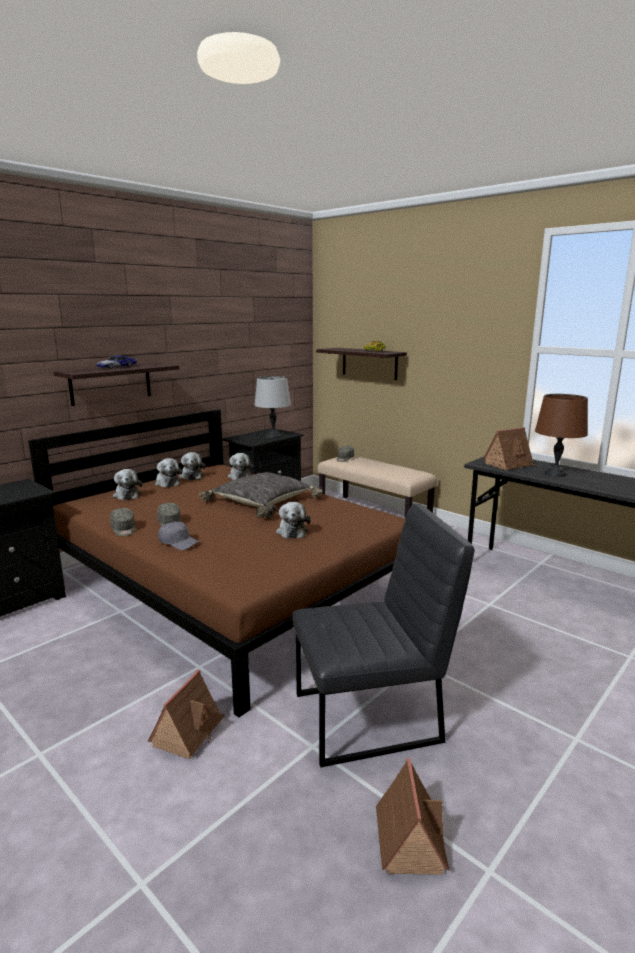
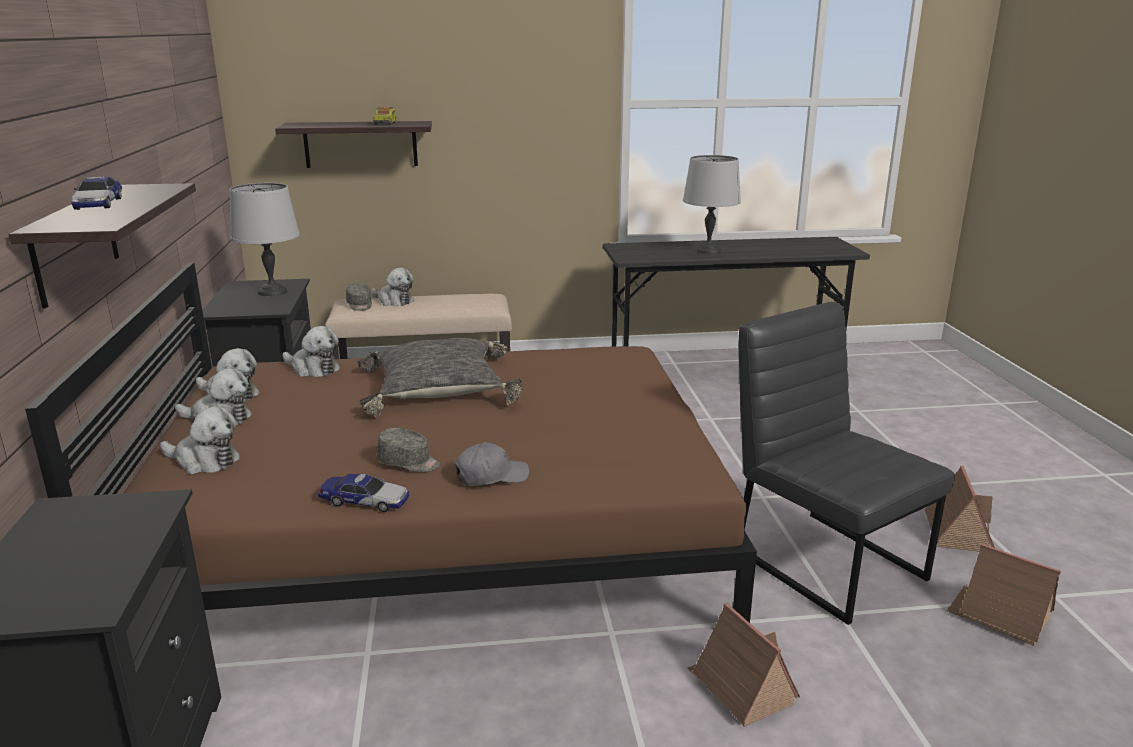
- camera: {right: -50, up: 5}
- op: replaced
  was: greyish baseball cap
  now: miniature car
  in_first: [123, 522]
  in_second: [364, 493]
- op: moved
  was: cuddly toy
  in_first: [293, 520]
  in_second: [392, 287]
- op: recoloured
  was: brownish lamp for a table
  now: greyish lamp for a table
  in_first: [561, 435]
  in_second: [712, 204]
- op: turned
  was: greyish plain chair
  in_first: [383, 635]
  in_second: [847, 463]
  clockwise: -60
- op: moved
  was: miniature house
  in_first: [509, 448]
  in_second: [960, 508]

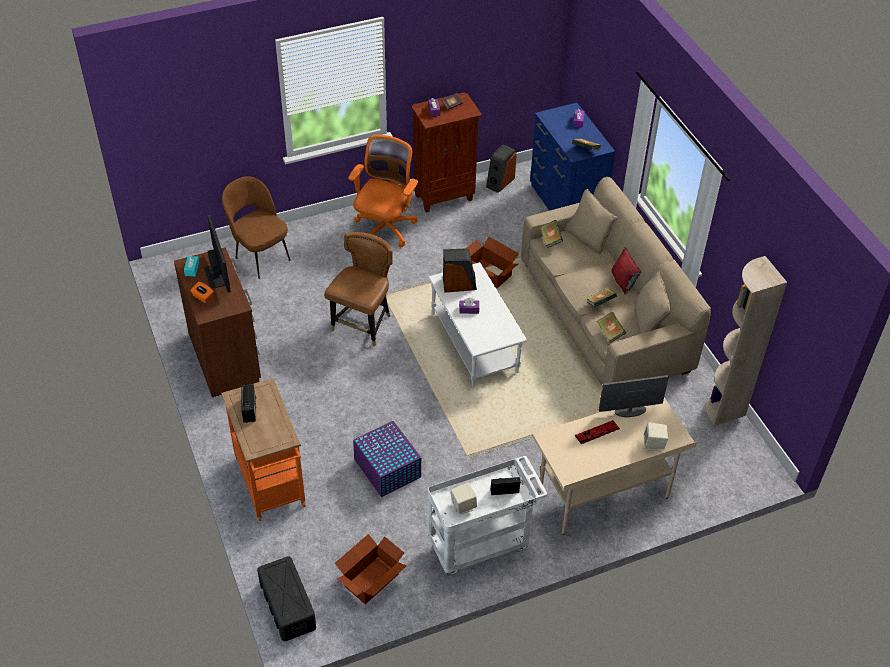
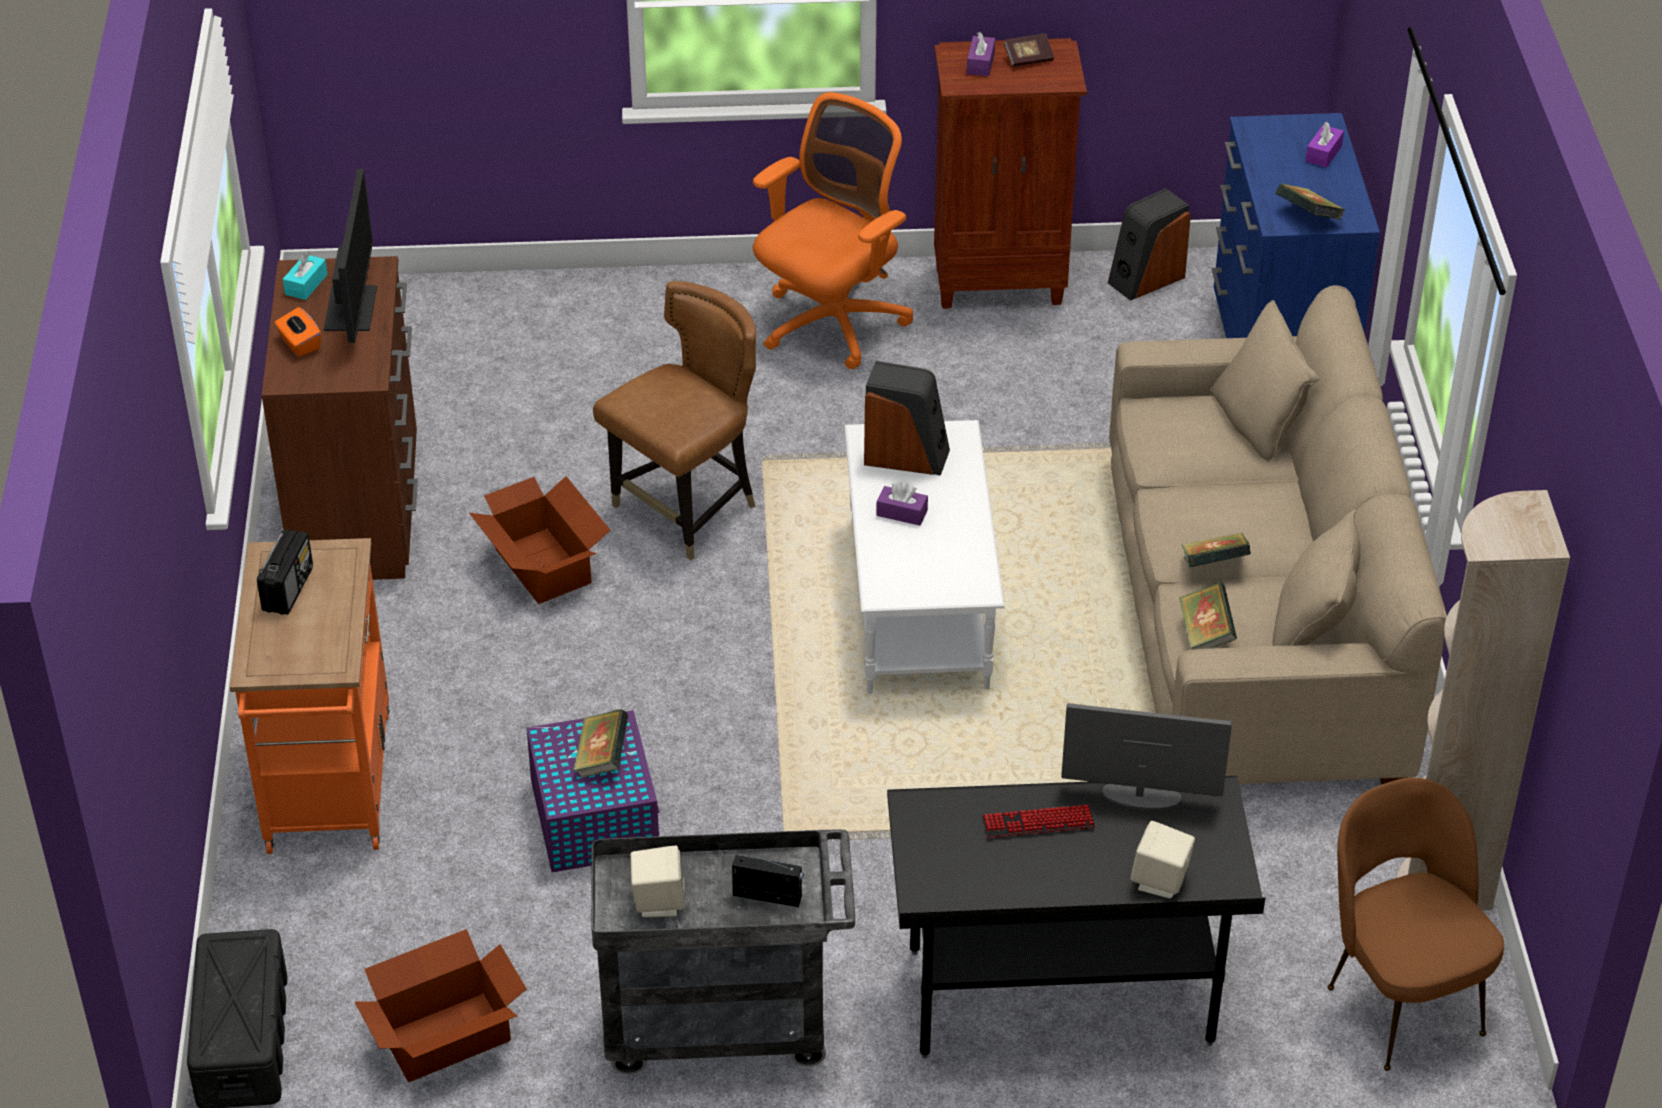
- camera: {right: 20, up: -5}
- op: moved
  was: cardboard box
  in_first: [492, 262]
  in_second: [539, 540]
- op: moved
  was: bound book
  in_first: [551, 234]
  in_second: [600, 743]
- op: recoloured
  was: white-coloured cart
  now: black cart
  in_first: [487, 516]
  in_second: [723, 951]
- op: recoloured
  was: beige desk unit
  now: black desk unit
  in_first: [614, 466]
  in_second: [1076, 917]
- op: moved
  was: brownish plain chair
  in_first: [256, 227]
  in_second: [1416, 924]
- op: removed
  was: reddish throw pillow
  in_first: [626, 271]

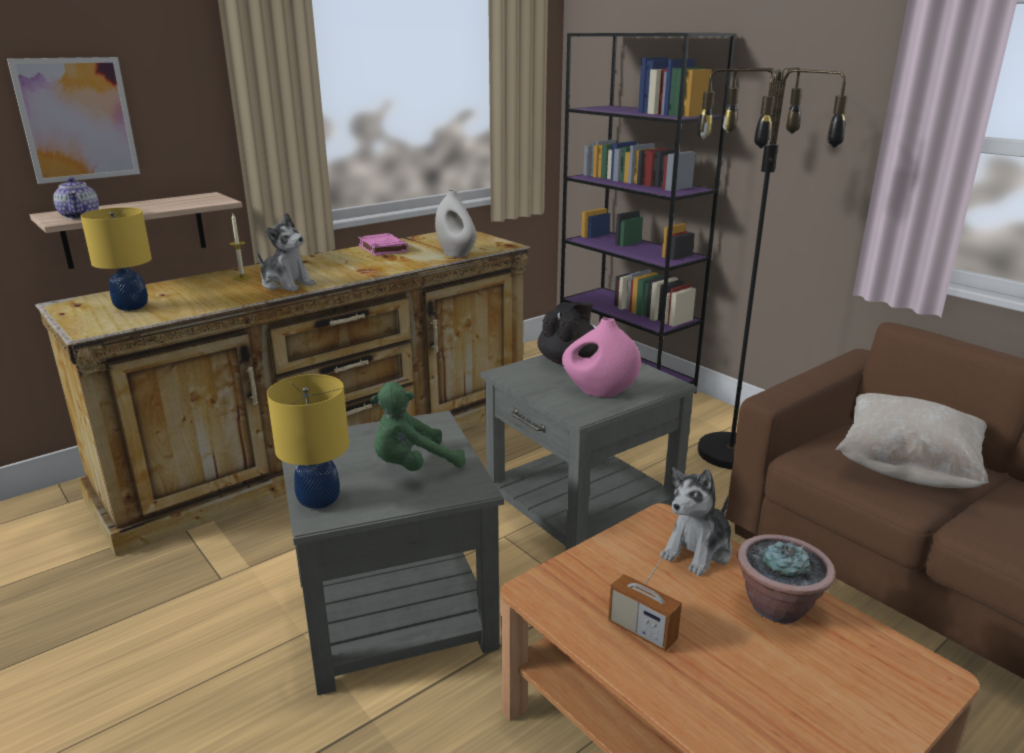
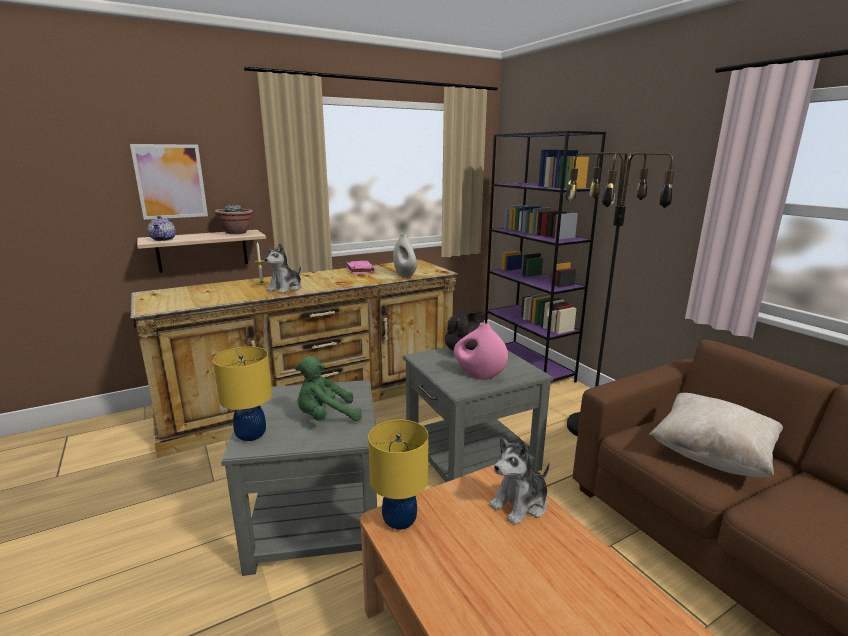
- camera: {right: 10, up: -5}
- op: moved
  was: plant in a pot
  in_first: [786, 579]
  in_second: [234, 219]
- op: turned
  was: cuddly toy
  in_first: [286, 252]
  in_second: [283, 268]
  clockwise: 75
- op: moved
  was: yellow-coloured lamp for a table
  in_first: [116, 259]
  in_second: [398, 475]
- op: removed
  was: radio set
  in_first: [645, 600]

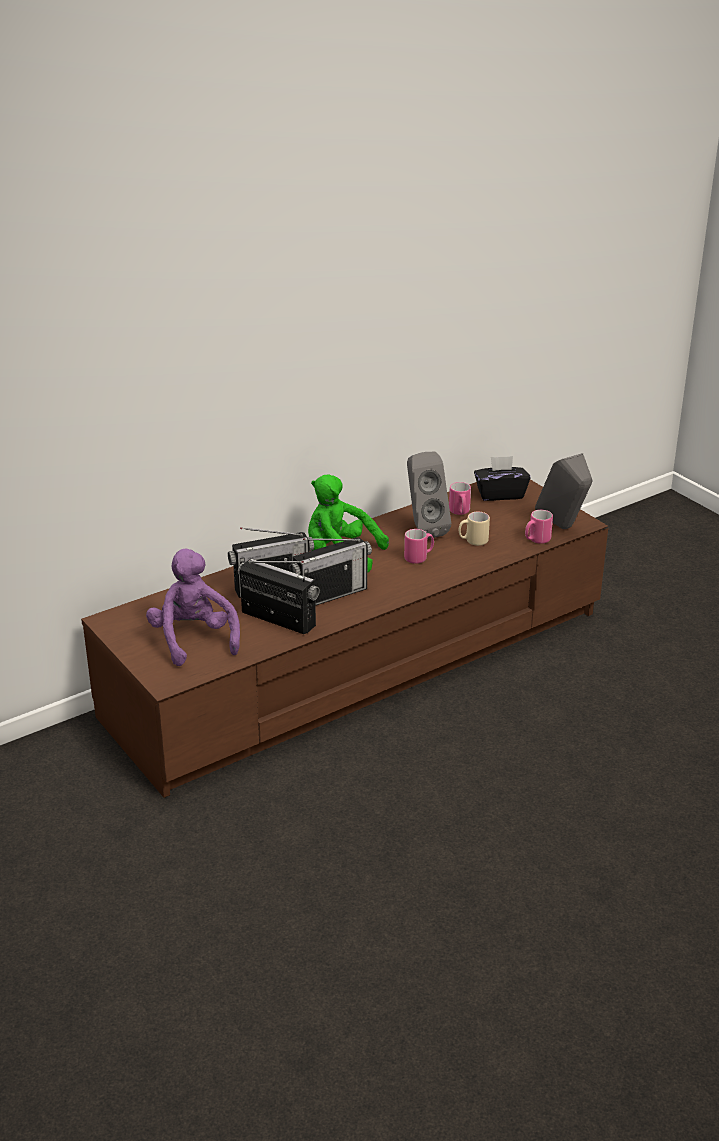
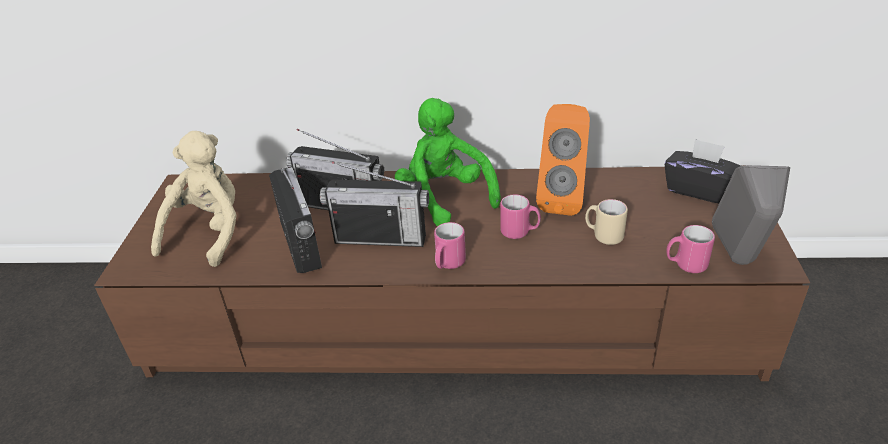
- camera: {right: 40, up: 5}
- op: recoloured
  was: purple-coloured cuddly toy
  now: beige cuddly toy
  in_first: [193, 607]
  in_second: [194, 199]
- op: moved
  was: pinkish coffee mug
  in_first: [460, 498]
  in_second: [450, 245]
- op: recoloured
  was: greyish audio speaker
  now: orangey audio speaker
  in_first: [429, 495]
  in_second: [563, 160]

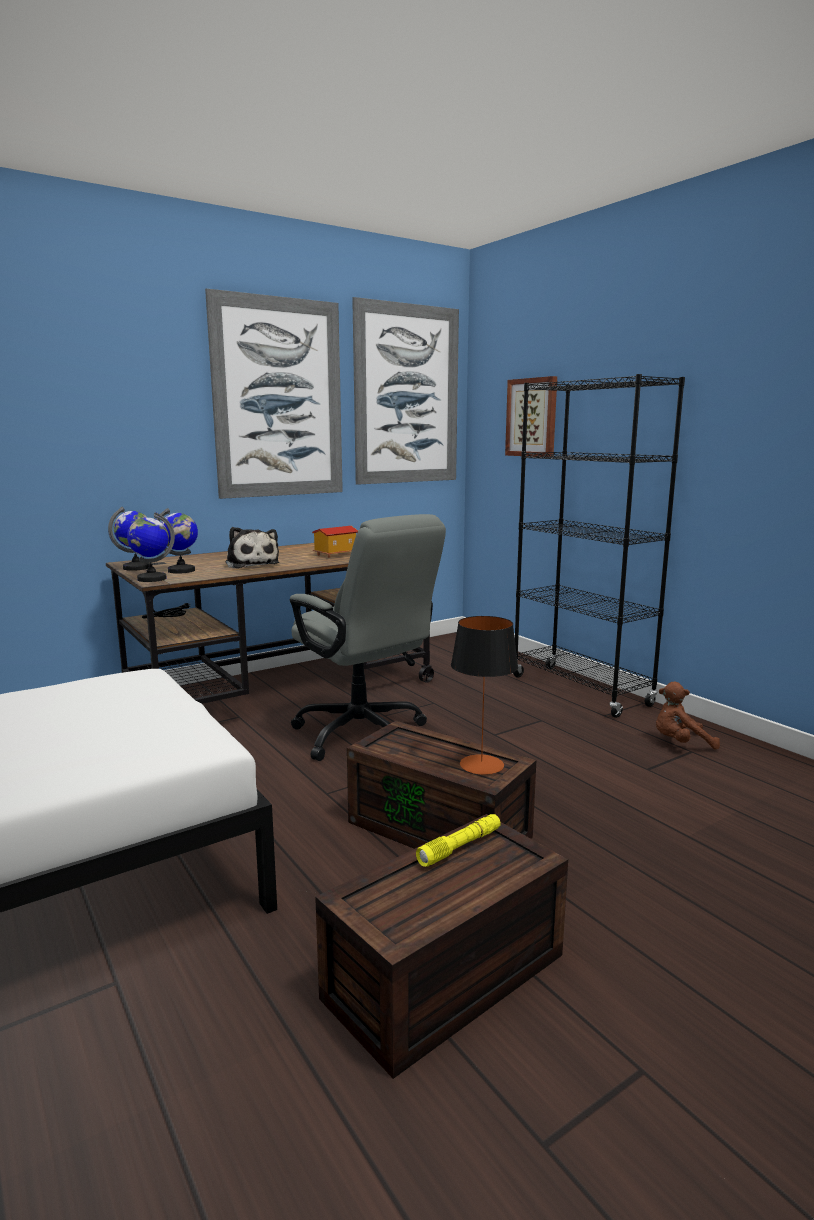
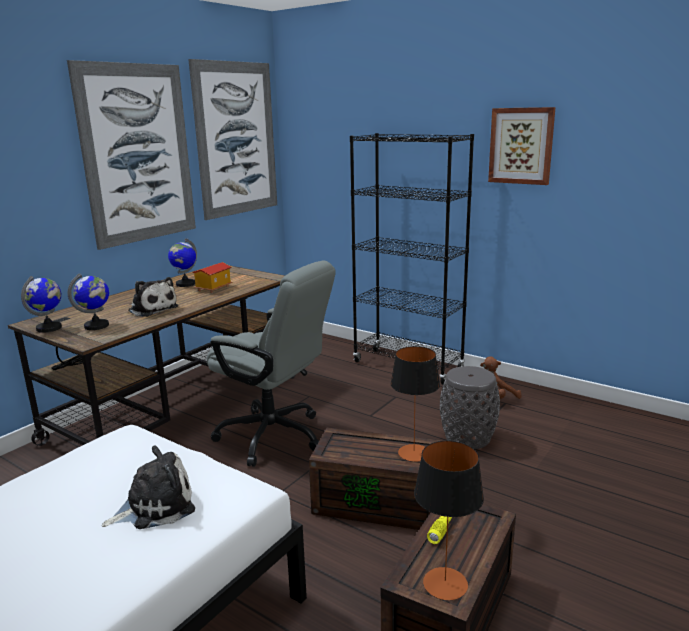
- camera: {right: -20, up: 5}
- op: added
  now: cuddly toy
  in_second: [148, 487]
- op: moved
  was: desk globe
  in_first: [151, 547]
  in_second: [182, 262]
- op: added
  now: lamp for a table
  in_second: [449, 520]
- op: added
  now: greyish stool
  in_second: [470, 407]
- op: moved
  was: wall picture
  in_first: [531, 416]
  in_second: [521, 146]

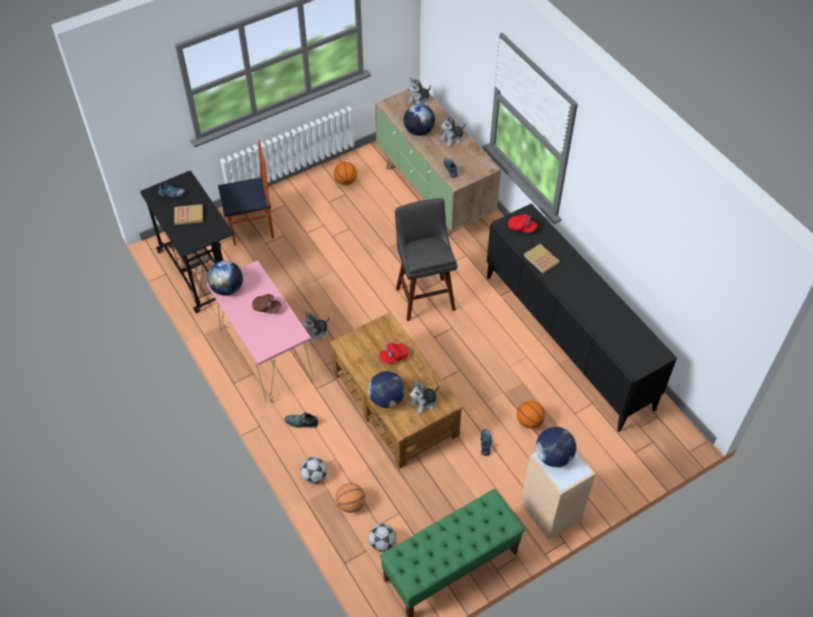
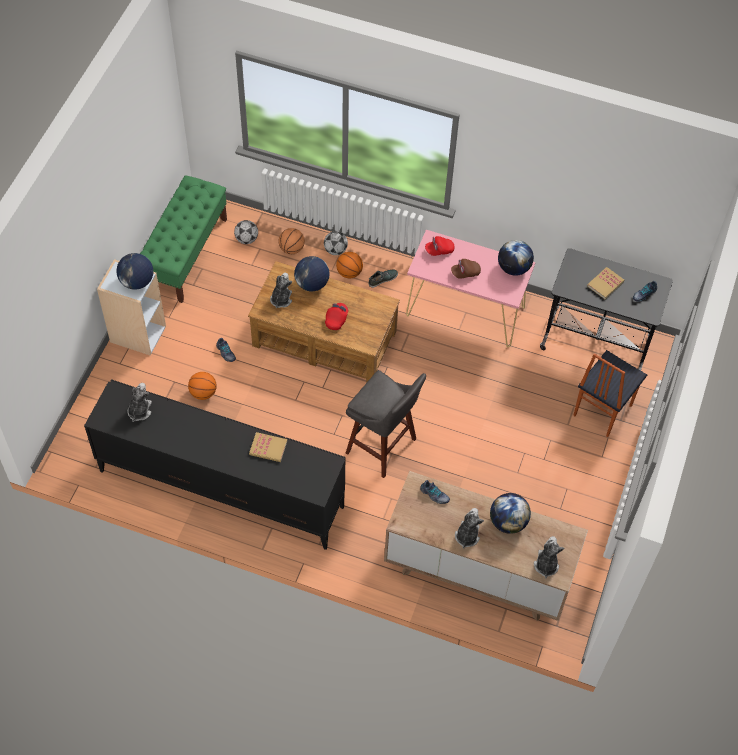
- camera: {right: 140, up: 5}
- op: moved
  was: cuddly toy
  in_first: [316, 327]
  in_second: [140, 402]
- op: moved
  was: ball for basketball
  in_first: [345, 173]
  in_second: [349, 265]
- op: moved
  was: reddish baseball cap
  in_first: [522, 223]
  in_second: [439, 246]

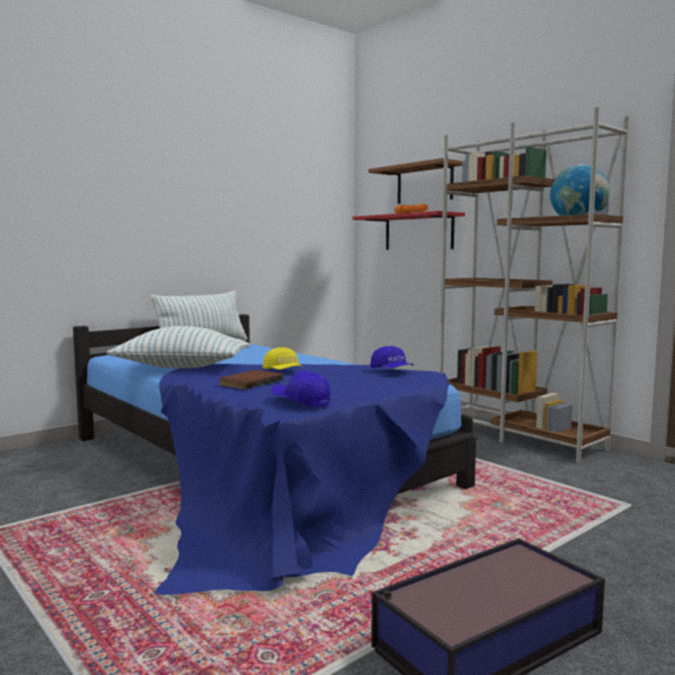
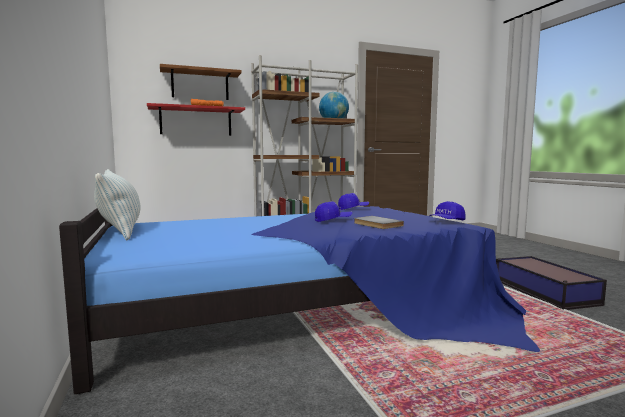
- camera: {right: -70, up: 0}
- op: recoloured
  was: yellow-coloured baseball cap
  now: bluish baseball cap
  in_first: [283, 358]
  in_second: [333, 211]
- op: recoloured
  was: brownish bound book
  now: greyish bound book
  in_first: [251, 379]
  in_second: [379, 222]
- op: removed
  was: throw pillow
  in_first: [178, 347]

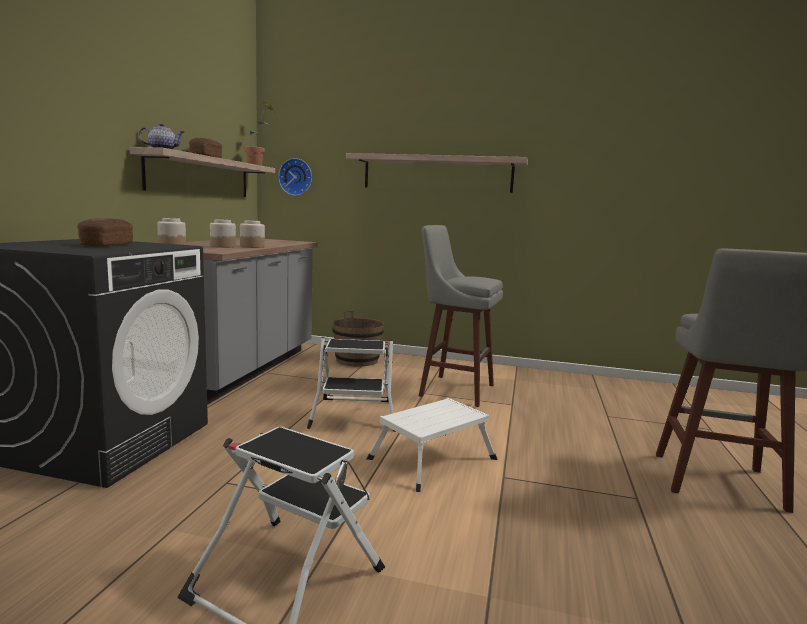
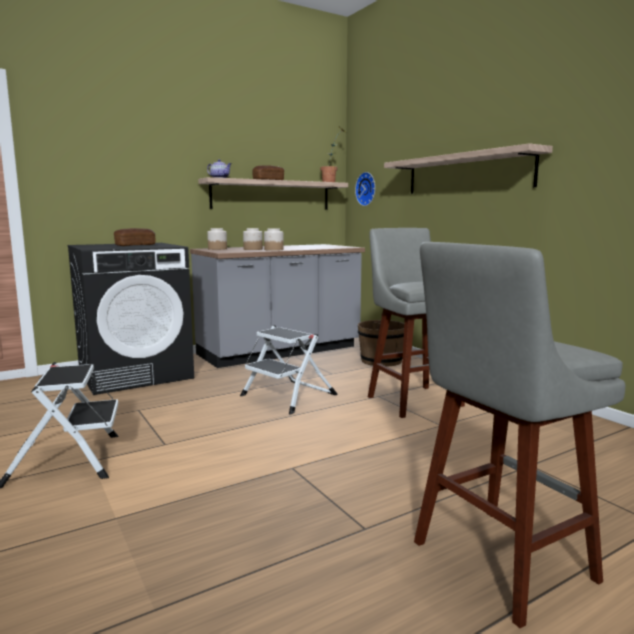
- camera: {right: 45, up: 0}
- op: removed
  was: white-coloured step ladder
  in_first: [431, 445]

